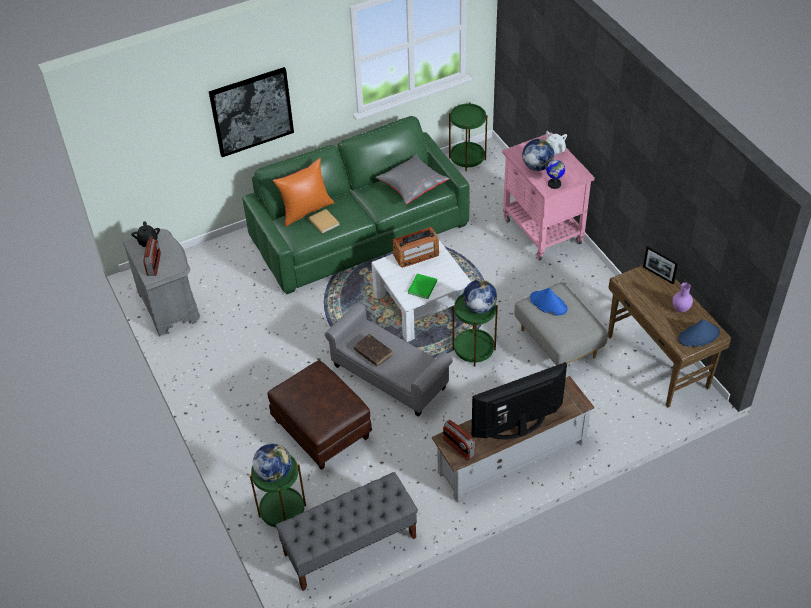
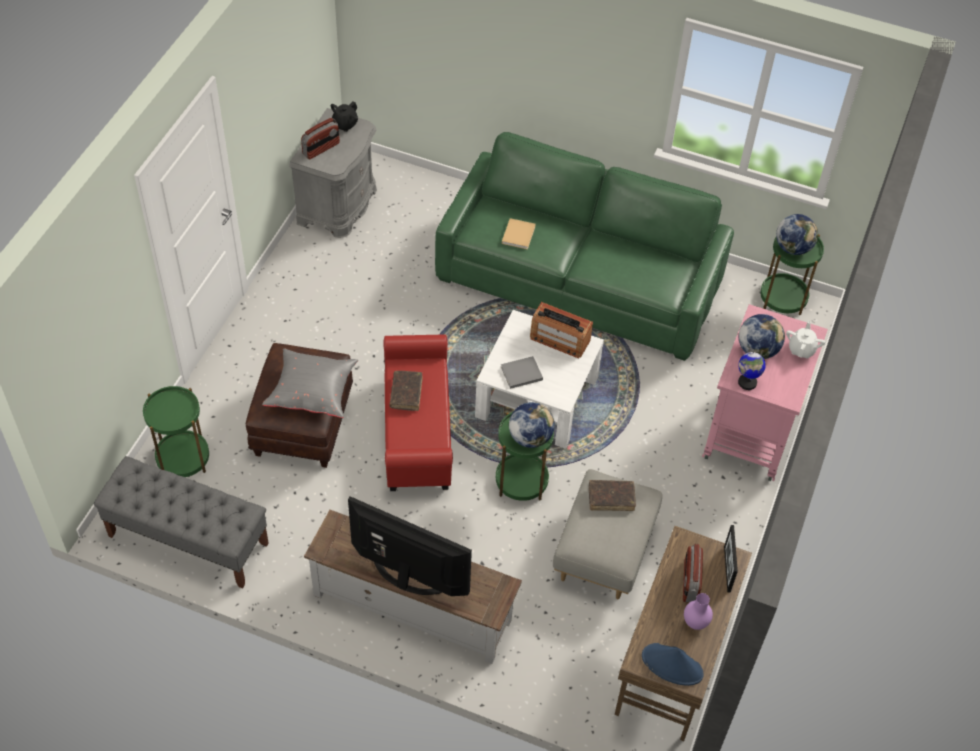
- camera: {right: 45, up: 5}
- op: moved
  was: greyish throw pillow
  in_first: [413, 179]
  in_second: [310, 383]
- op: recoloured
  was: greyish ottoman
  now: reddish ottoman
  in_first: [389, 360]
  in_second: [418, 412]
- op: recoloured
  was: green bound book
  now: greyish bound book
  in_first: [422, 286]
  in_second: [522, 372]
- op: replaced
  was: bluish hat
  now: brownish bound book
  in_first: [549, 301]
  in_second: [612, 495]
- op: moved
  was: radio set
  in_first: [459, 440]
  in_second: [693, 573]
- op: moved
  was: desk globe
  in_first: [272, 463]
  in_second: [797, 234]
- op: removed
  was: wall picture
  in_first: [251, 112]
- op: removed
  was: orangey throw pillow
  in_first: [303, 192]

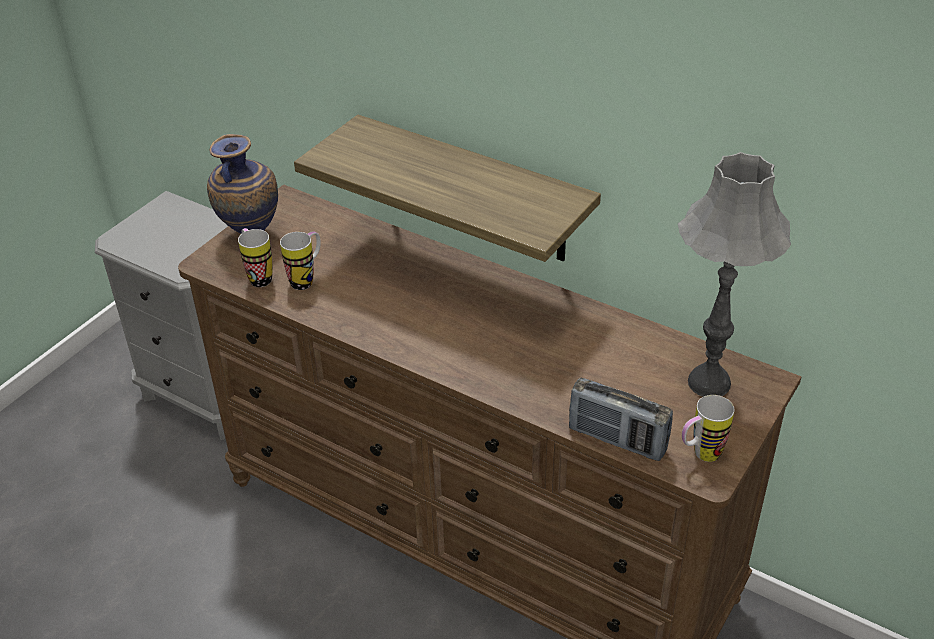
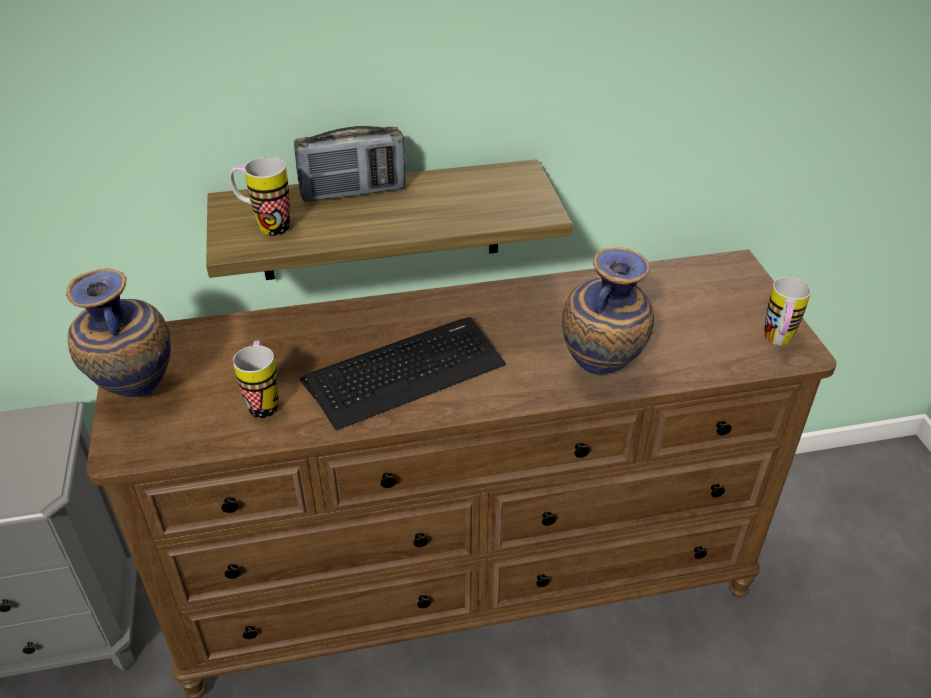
- camera: {right: -45, up: 0}
- op: moved
  was: coffee mug
  in_first: [255, 257]
  in_second: [259, 196]
- op: moved
  was: radio set
  in_first: [621, 419]
  in_second: [349, 164]
- op: added
  now: keyboard
  in_second: [403, 374]
- op: added
  now: flower vase
  in_second: [608, 311]
- op: removed
  was: greyish lamp for a table
  in_first: [734, 274]

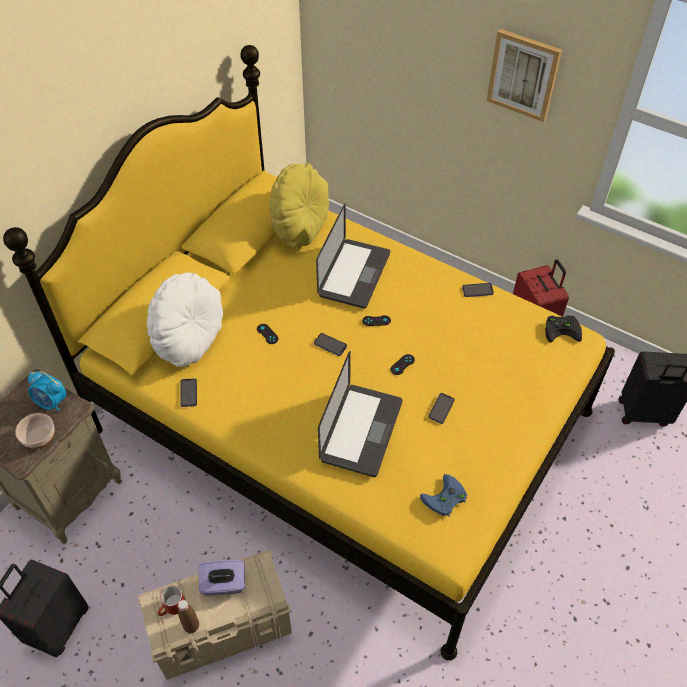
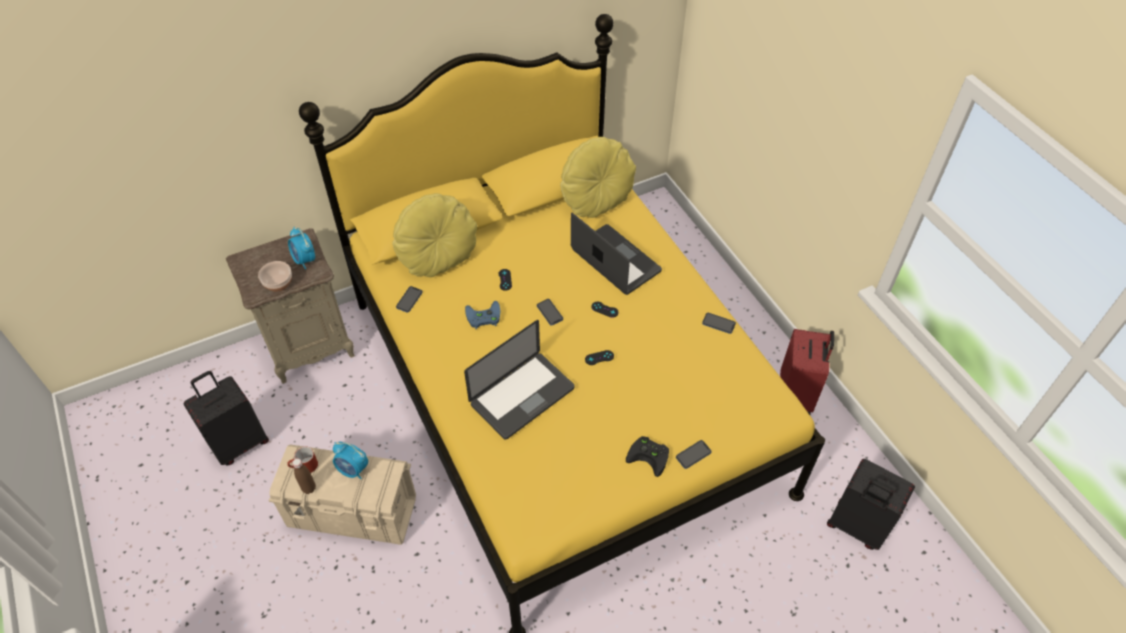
- camera: {right: 30, up: 0}
- op: replaced
  was: purple-coloured tissue box
  now: table clock
  in_first: [222, 578]
  in_second: [350, 460]
- op: recoloured
  was: white-coloured throw pillow
  now: yellow-coloured throw pillow
  in_first: [185, 320]
  in_second: [434, 235]
- op: moved
  was: bluish joypad
  in_first: [443, 495]
  in_second: [482, 315]
- op: turned
  was: notebook computer
  in_first: [353, 256]
  in_second: [616, 254]
  clockwise: -90
- op: moved
  was: black joypad
  in_first: [563, 328]
  in_second: [647, 456]
- op: moved
  was: telephone
  in_first: [441, 408]
  in_second: [693, 454]
- op: removed
  was: wall picture
  in_first: [524, 75]

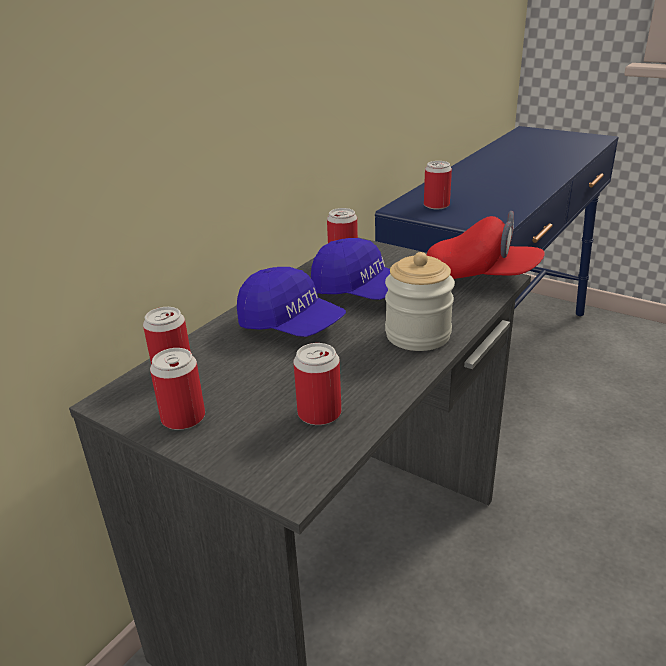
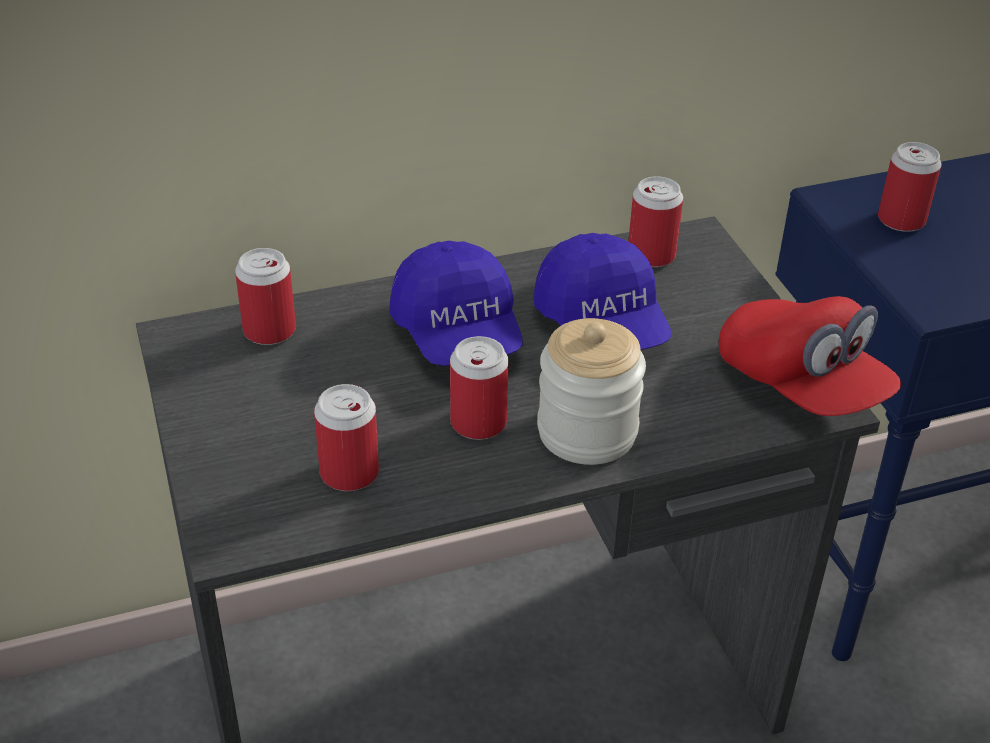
- camera: {right: 35, up: 10}
- op: moved
  was: metal can
  in_first: [177, 389]
  in_second: [479, 388]

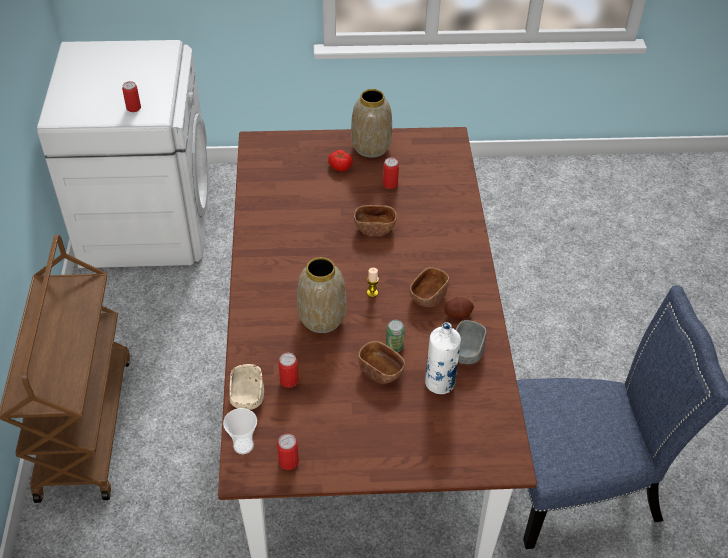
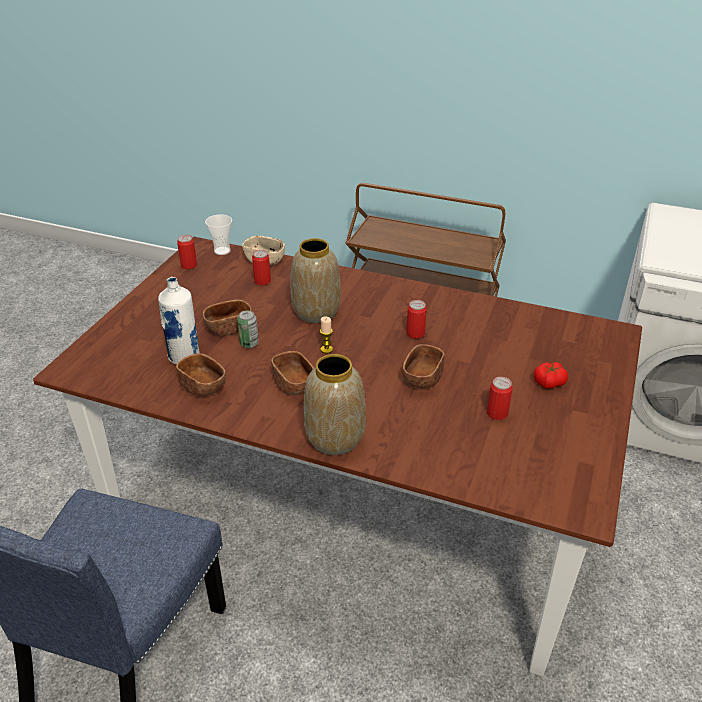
- camera: {right: 115, up: -10}
- op: recoloured
  was: greyish serving bowl
  now: brownish serving bowl
  in_first: [471, 342]
  in_second: [201, 374]
- op: moved
  was: flower vase
  in_first: [371, 123]
  in_second: [335, 404]
- op: moved
  was: metal can
  in_first: [131, 96]
  in_second: [416, 319]
- op: removed
  was: whole potato
  in_first: [459, 308]

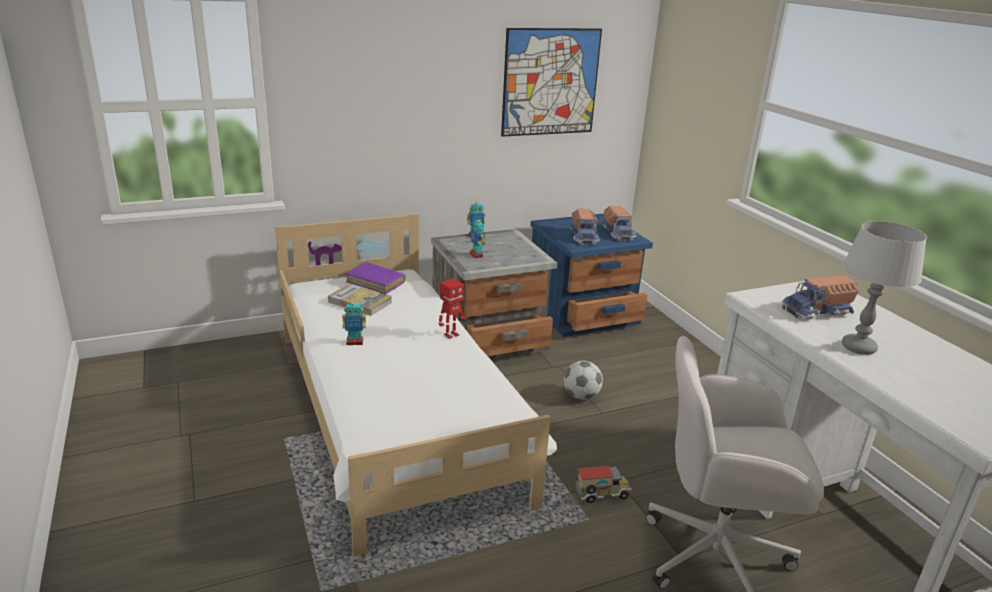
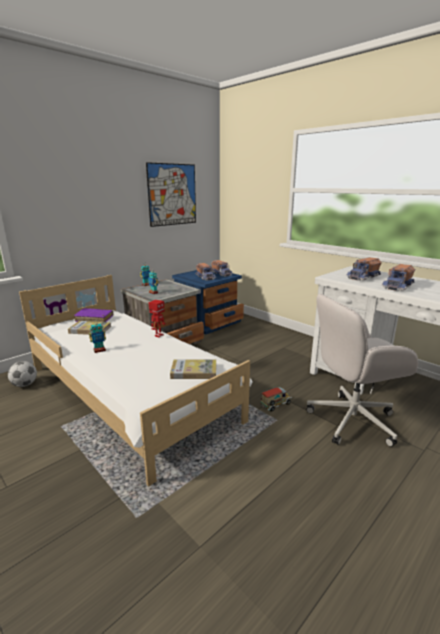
- camera: {right: -20, up: -5}
- op: moved
  was: football
  in_first: [583, 380]
  in_second: [22, 374]
- op: added
  now: bound book
  in_second: [193, 369]
- op: replaced
  was: greyish lamp for a table
  now: toy lorry
  in_first: [884, 288]
  in_second: [398, 278]

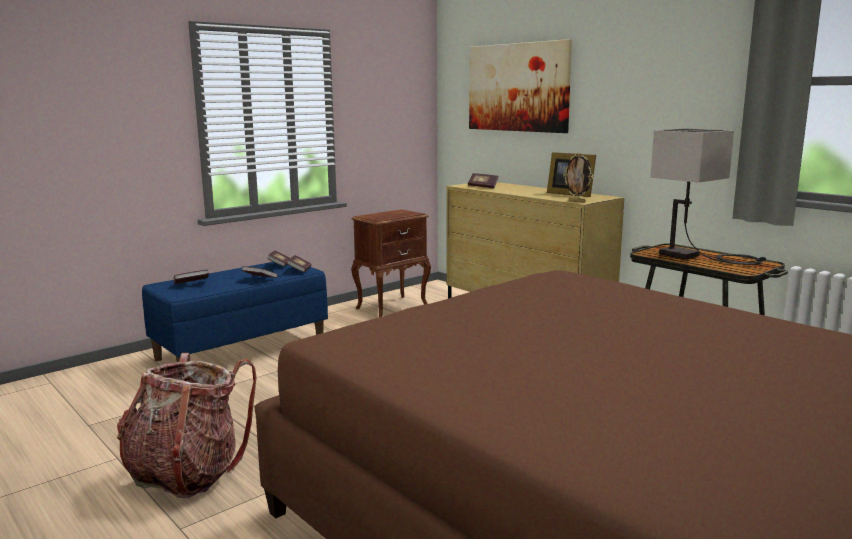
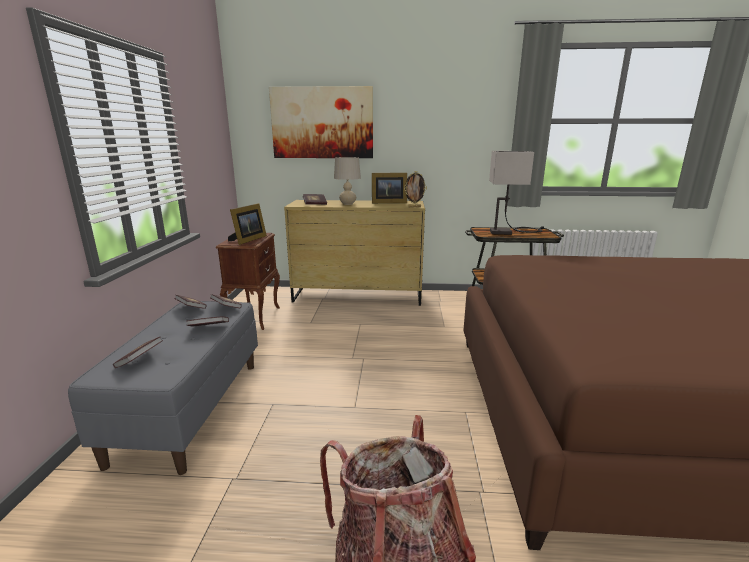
- camera: {right: -45, up: 5}
- op: recoloured
  was: bluish bench
  now: greyish bench
  in_first: [235, 312]
  in_second: [163, 388]
- op: added
  now: photo frame
  in_second: [247, 224]
- op: added
  now: beige lamp for a table
  in_second: [347, 181]

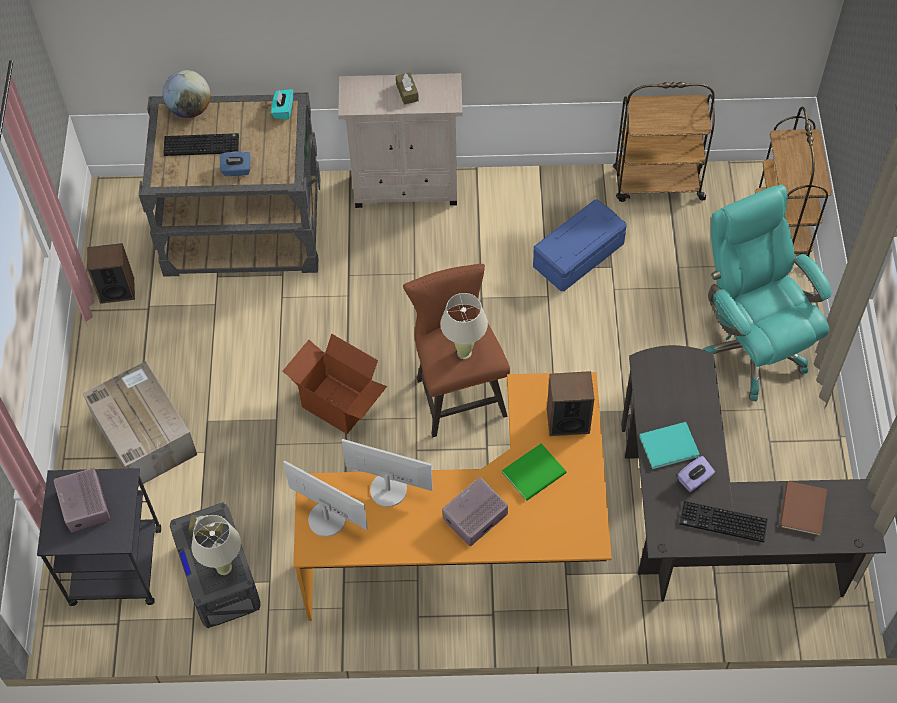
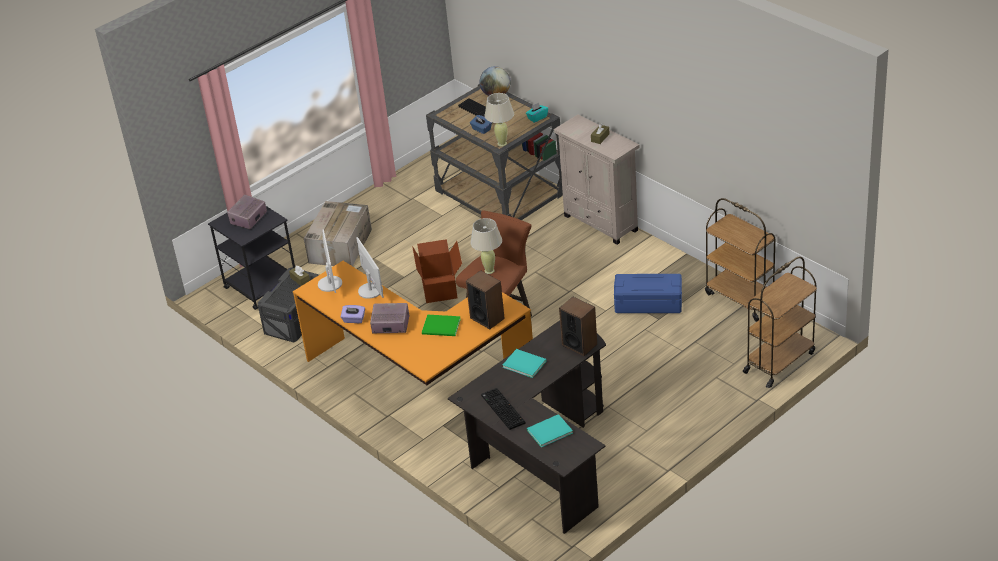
- camera: {right: 50, up: -20}
- op: moved
  was: purple-coloured tissue box
  in_first: [696, 474]
  in_second: [353, 314]
- op: moved
  was: beige lamp for a table
  in_first: [216, 545]
  in_second: [499, 120]
- op: recoloured
  was: brownish bound book
  now: blue-green bound book
  in_first: [803, 508]
  in_second: [550, 430]
- op: moved
  was: audio speaker
  in_first: [111, 273]
  in_second: [578, 326]
- op: removed
  was: blue-green computer chair
  in_first: [767, 293]

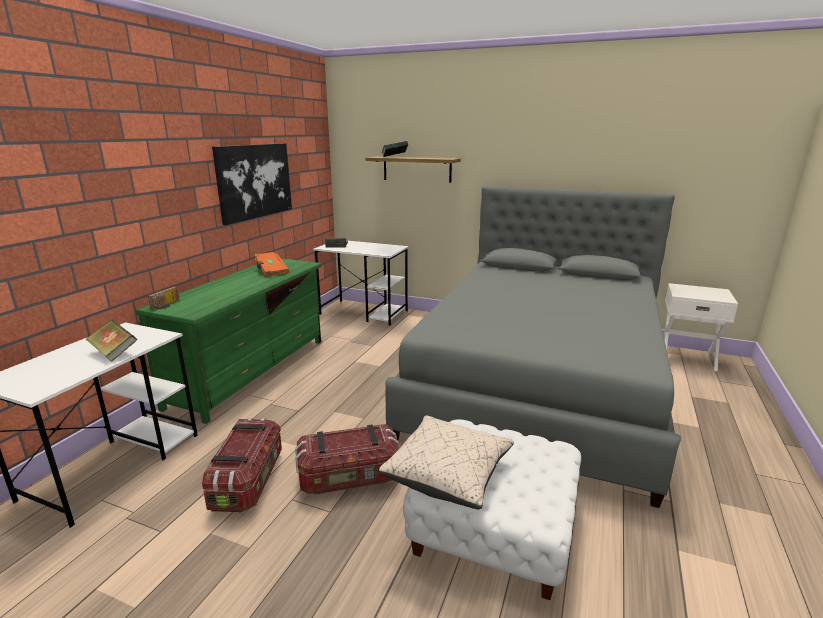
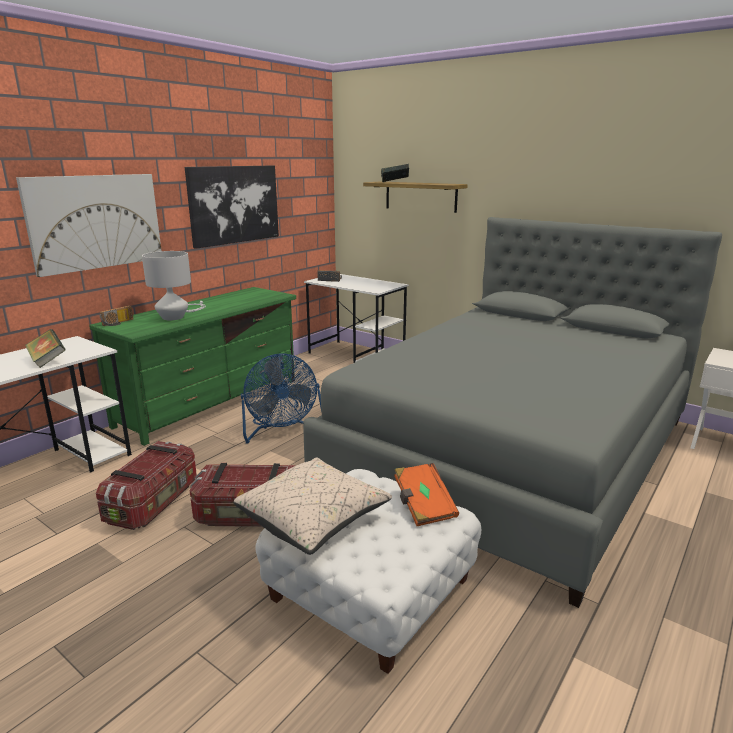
- camera: {right: 15, up: 0}
- op: added
  now: wall picture
  in_second: [89, 225]
- op: added
  now: white-coloured lamp for a table
  in_second: [174, 285]
- op: added
  now: bluish electric fan
  in_second: [281, 398]
- op: moved
  was: orangey bound book
  in_first: [271, 264]
  in_second: [426, 494]

